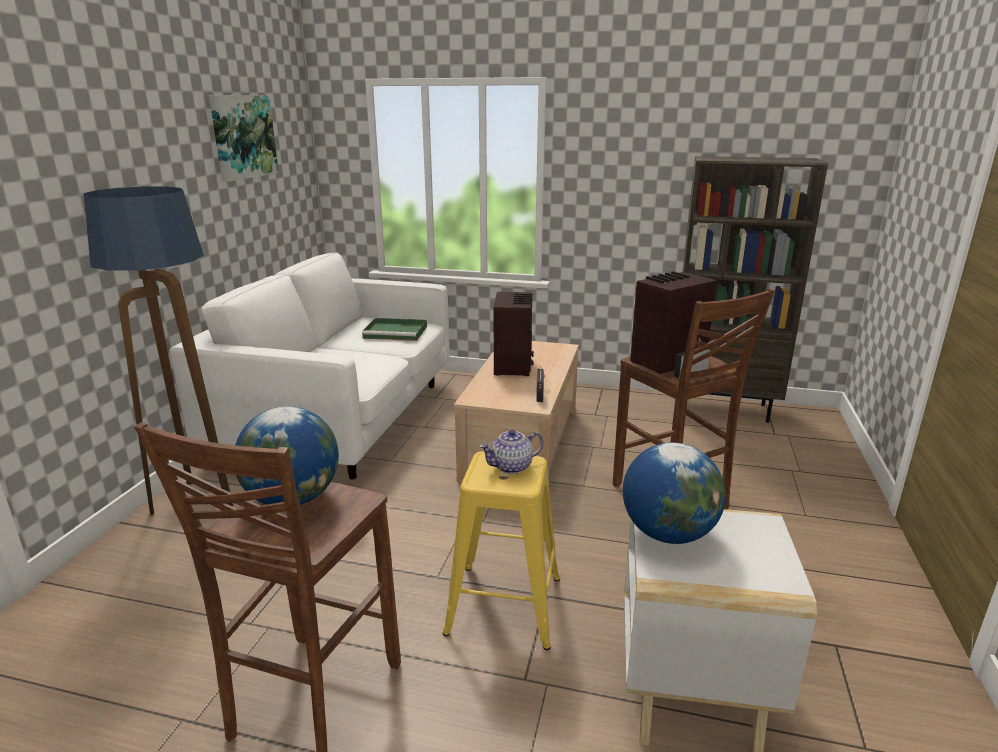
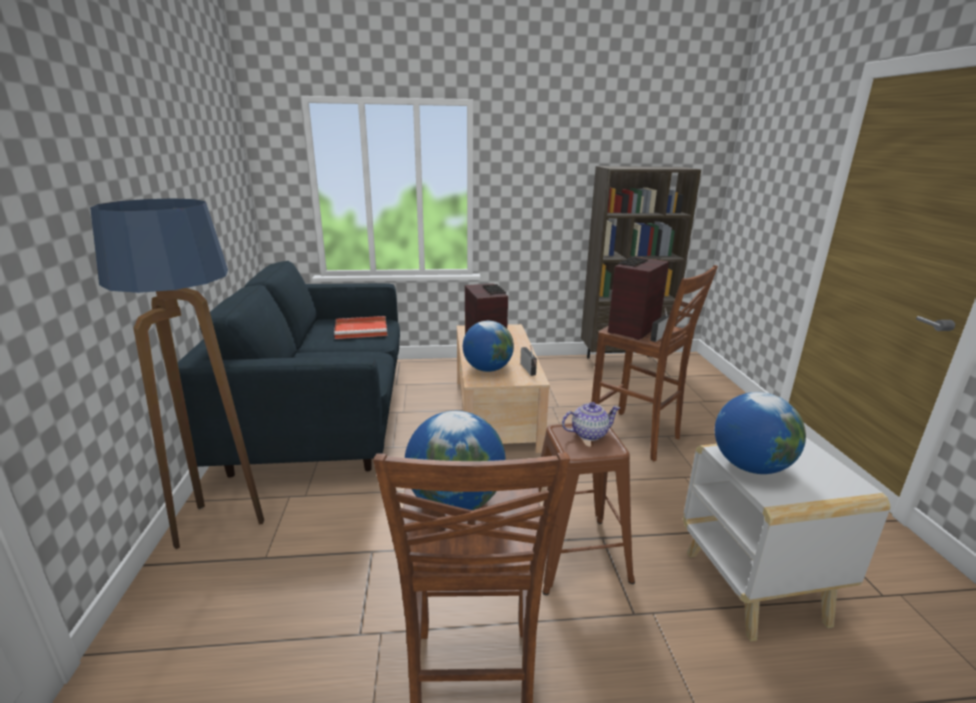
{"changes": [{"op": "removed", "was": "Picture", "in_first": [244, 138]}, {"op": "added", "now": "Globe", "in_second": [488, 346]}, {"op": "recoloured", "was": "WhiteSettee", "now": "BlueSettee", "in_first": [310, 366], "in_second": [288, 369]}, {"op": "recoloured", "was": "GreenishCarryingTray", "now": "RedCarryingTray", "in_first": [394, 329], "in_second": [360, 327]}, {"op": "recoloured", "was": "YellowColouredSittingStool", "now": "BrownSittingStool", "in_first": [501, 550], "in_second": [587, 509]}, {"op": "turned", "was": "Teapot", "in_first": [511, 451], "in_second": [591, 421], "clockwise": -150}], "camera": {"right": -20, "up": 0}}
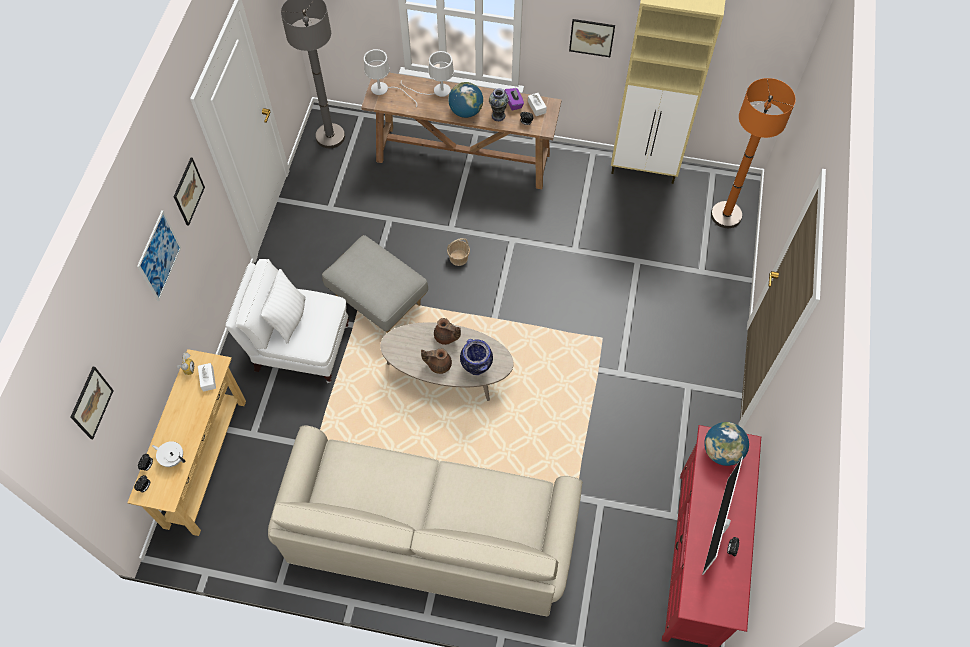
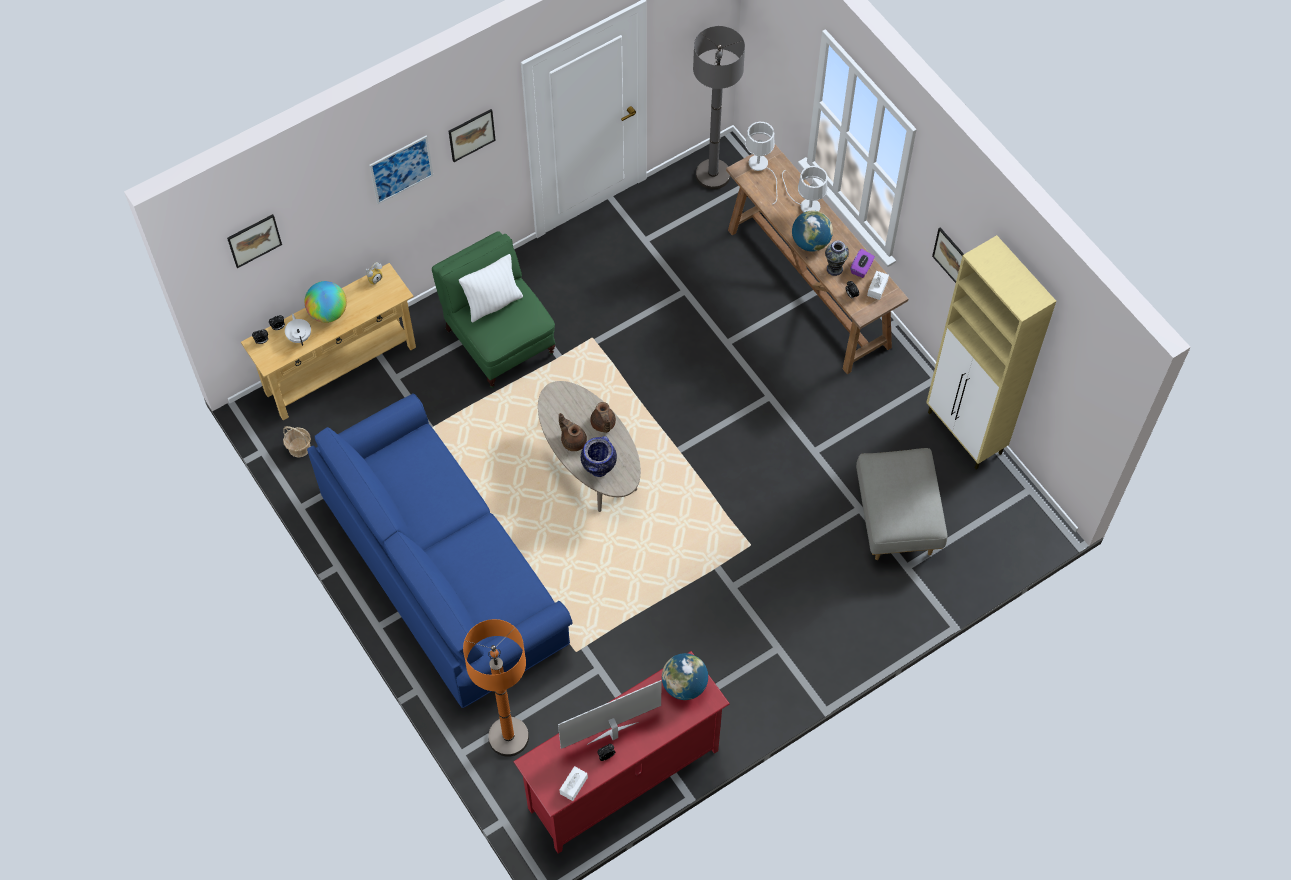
{"changes": [{"op": "added", "now": "Globe", "in_second": [326, 302]}, {"op": "moved", "was": "WhiteTissueBox", "in_first": [207, 377], "in_second": [574, 783]}, {"op": "moved", "was": "GreyOttoman", "in_first": [375, 284], "in_second": [901, 504]}, {"op": "moved", "was": "Basket", "in_first": [458, 252], "in_second": [297, 442]}, {"op": "moved", "was": "OrangeColouredStandardLamp", "in_first": [753, 153], "in_second": [496, 688]}, {"op": "recoloured", "was": "WhiteLoungeChair", "now": "GreenishLoungeChair", "in_first": [287, 321], "in_second": [494, 309]}, {"op": "recoloured", "was": "SandColouredSettee", "now": "BlueSettee", "in_first": [425, 520], "in_second": [440, 550]}], "camera": {"right": 45, "up": 0}}
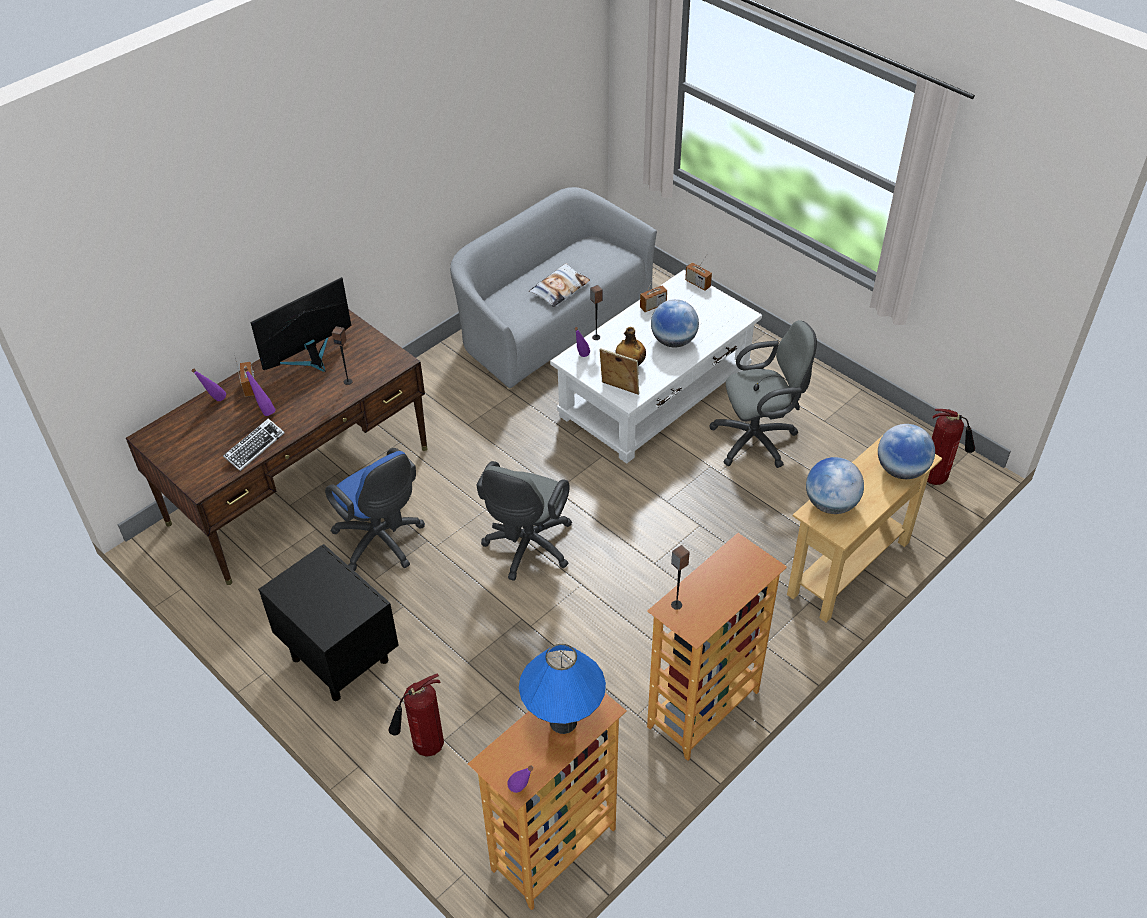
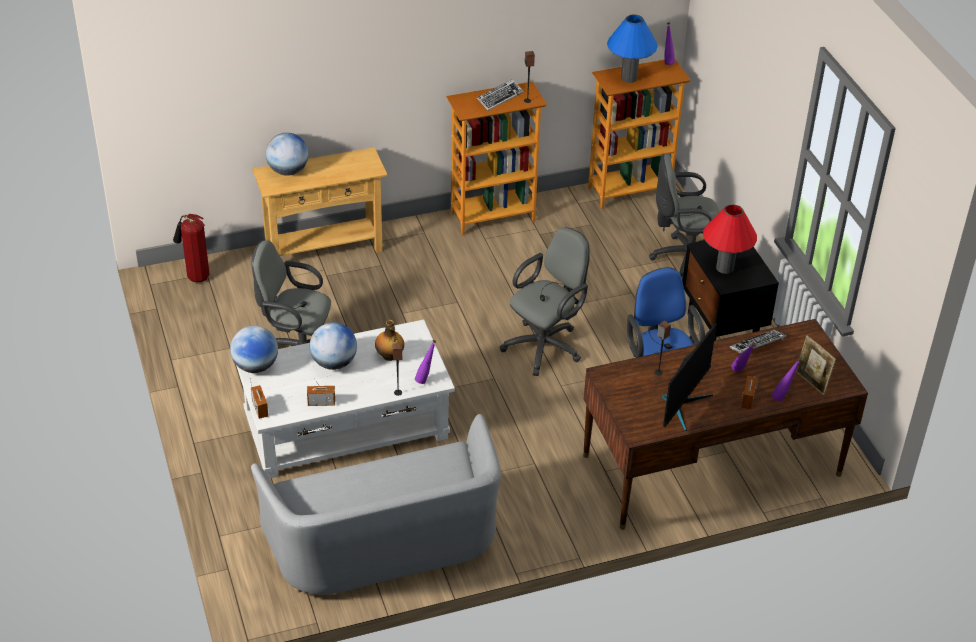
{"changes": [{"op": "removed", "was": "ThrowPillow", "in_first": [559, 285]}, {"op": "added", "now": "Keyboard", "in_second": [500, 95]}, {"op": "added", "now": "RedTabletopLamp", "in_second": [730, 239]}, {"op": "moved", "was": "PhotoFrame", "in_first": [619, 372], "in_second": [816, 365]}, {"op": "moved", "was": "Globe", "in_first": [835, 485], "in_second": [254, 349]}, {"op": "replaced", "was": "Extinguisher", "now": "GreyDeskChair", "in_first": [416, 715], "in_second": [684, 217]}, {"op": "turned", "was": "ComputerScreen", "in_first": [300, 324], "in_second": [689, 377], "clockwise": -45}], "camera": {"right": -155, "up": -5}}
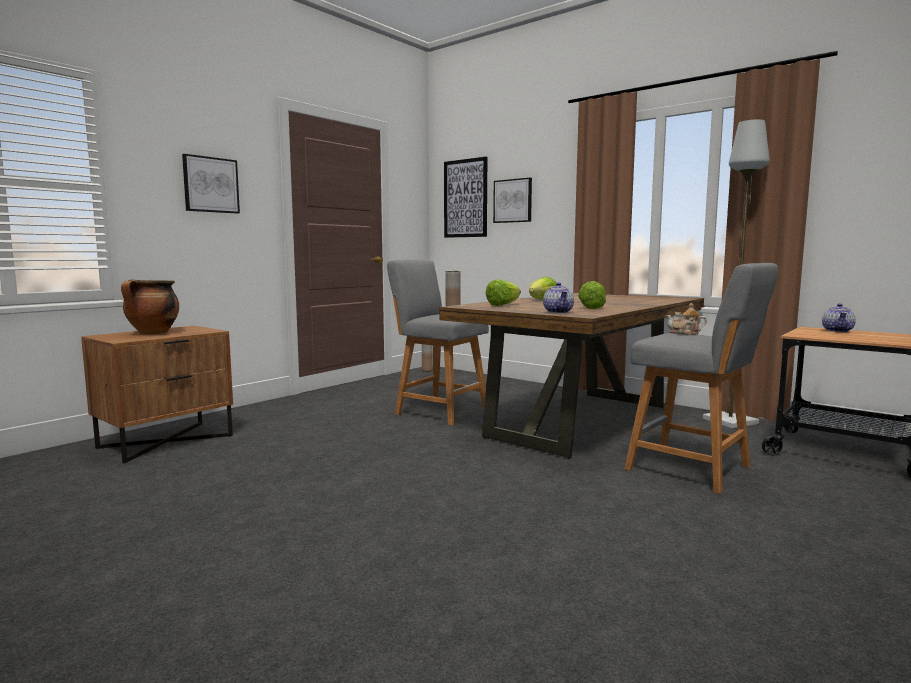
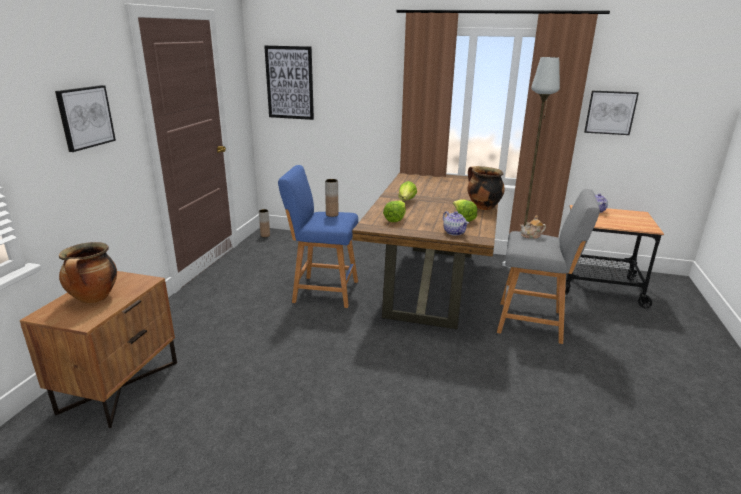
{"changes": [{"op": "added", "now": "Stockpot", "in_second": [486, 188]}, {"op": "moved", "was": "Picture", "in_first": [512, 200], "in_second": [611, 113]}, {"op": "recoloured", "was": "GreySittingStool", "now": "BlueSittingStool", "in_first": [438, 342], "in_second": [318, 236]}], "camera": {"right": -25, "up": 15}}
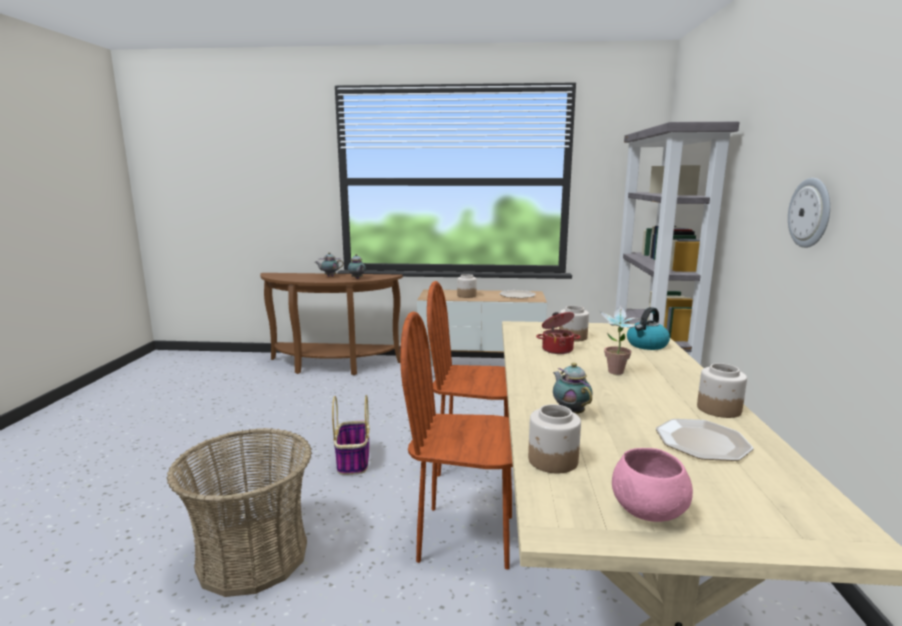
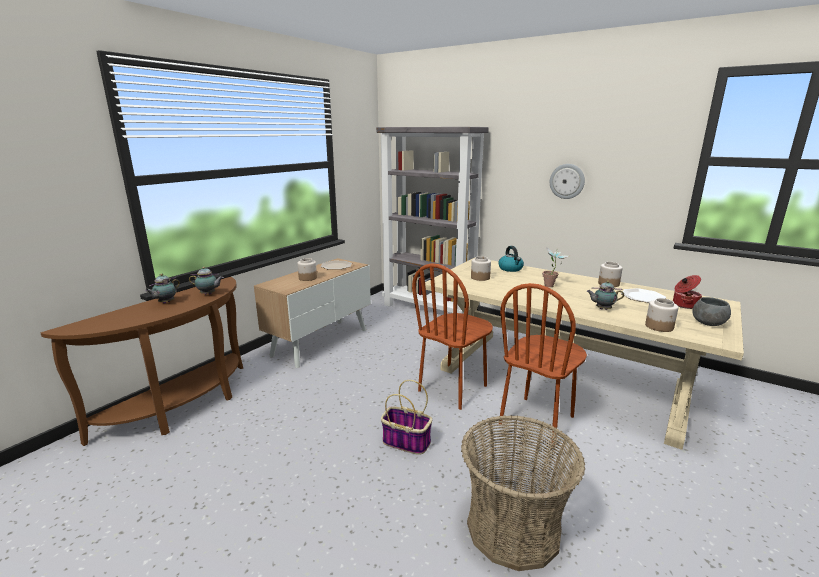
{"changes": [{"op": "moved", "was": "Stockpot", "in_first": [558, 333], "in_second": [687, 292]}, {"op": "recoloured", "was": "PinkishBowl", "now": "GreyBowl", "in_first": [652, 485], "in_second": [711, 311]}], "camera": {"right": -60, "up": 5}}
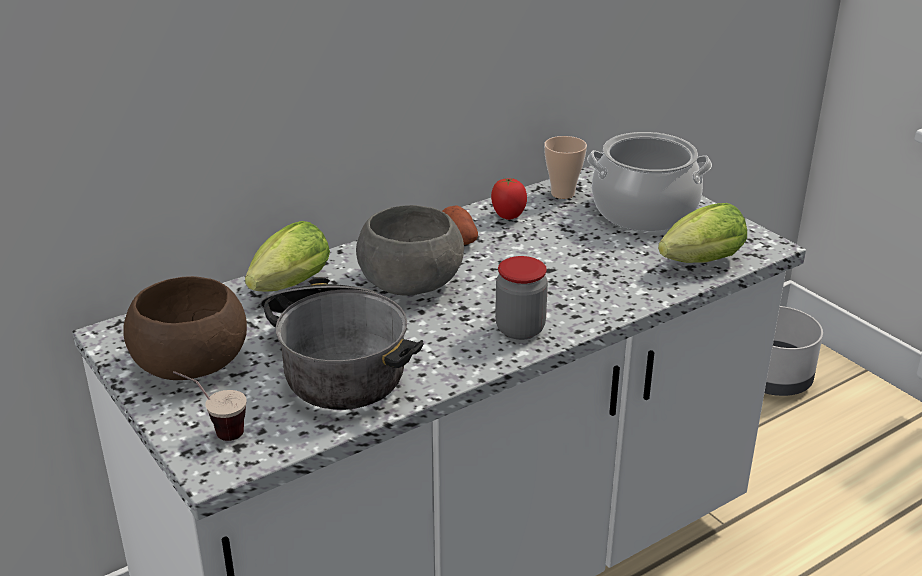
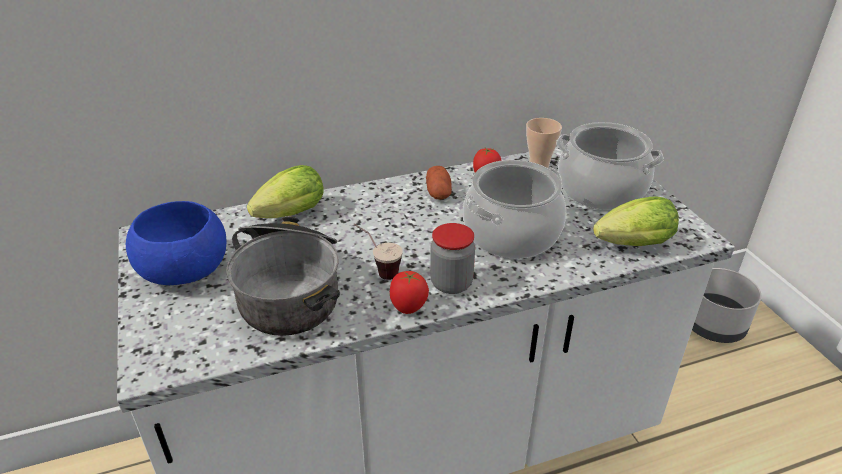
{"changes": [{"op": "removed", "was": "GreyBowl", "in_first": [410, 250]}, {"op": "added", "now": "FreshTomato", "in_second": [409, 292]}, {"op": "added", "now": "Stockpot", "in_second": [514, 209]}, {"op": "moved", "was": "Cup", "in_first": [210, 406], "in_second": [378, 251]}, {"op": "recoloured", "was": "BrownBowl", "now": "BlueBowl", "in_first": [185, 328], "in_second": [176, 243]}], "camera": {"right": 15, "up": 5}}
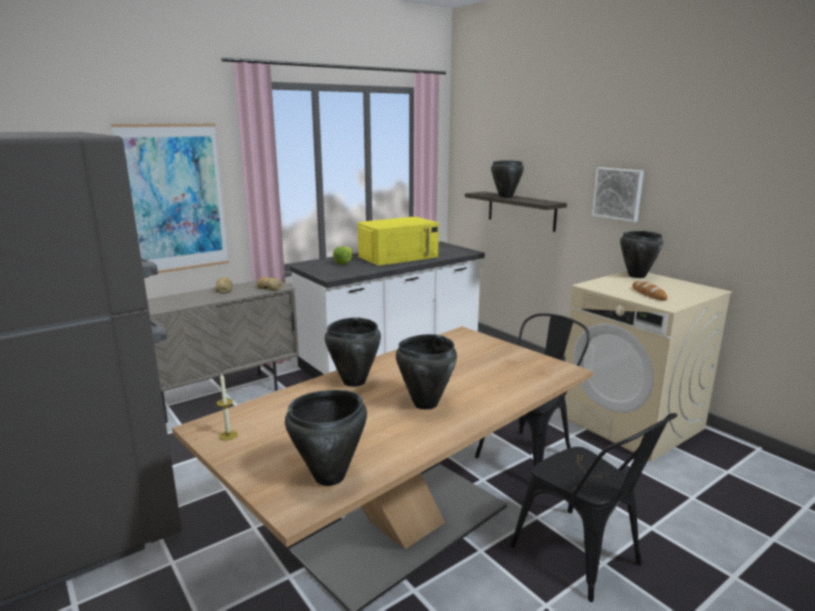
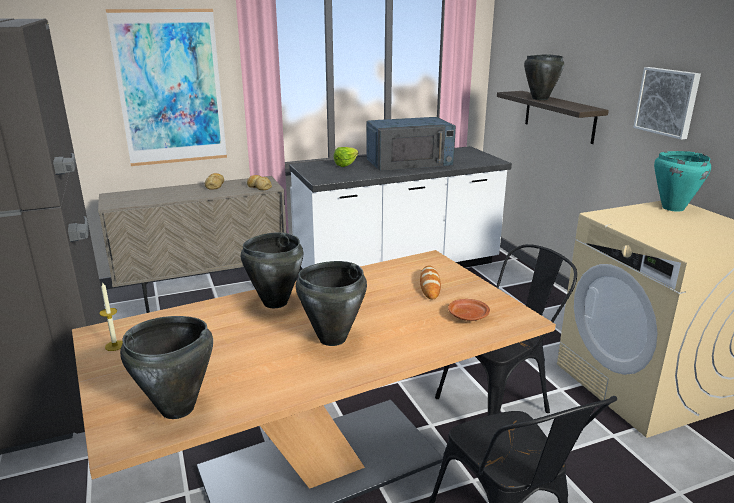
{"changes": [{"op": "added", "now": "BrownDinnerPlate", "in_second": [469, 310]}, {"op": "moved", "was": "Bread", "in_first": [649, 291], "in_second": [430, 282]}, {"op": "recoloured", "was": "YellowColouredMicrowave", "now": "BlueMicrowave", "in_first": [398, 241], "in_second": [411, 144]}, {"op": "recoloured", "was": "BlackStockpot", "now": "TurquoiseColouredStockpot", "in_first": [641, 254], "in_second": [682, 181]}], "camera": {"right": 15, "up": 5}}
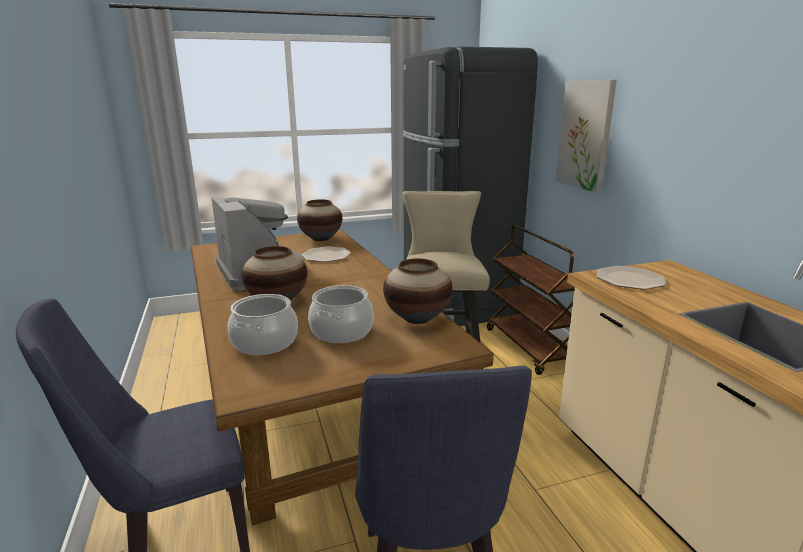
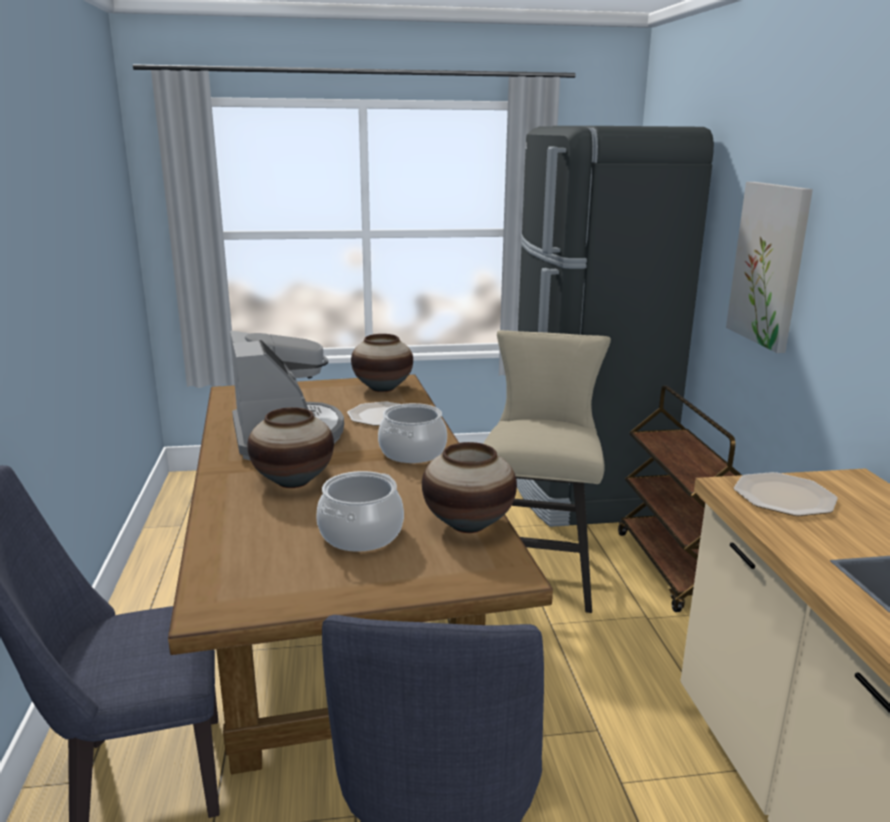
{"changes": [{"op": "moved", "was": "Stockpot", "in_first": [263, 324], "in_second": [412, 433]}], "camera": {"right": 10, "up": 0}}
